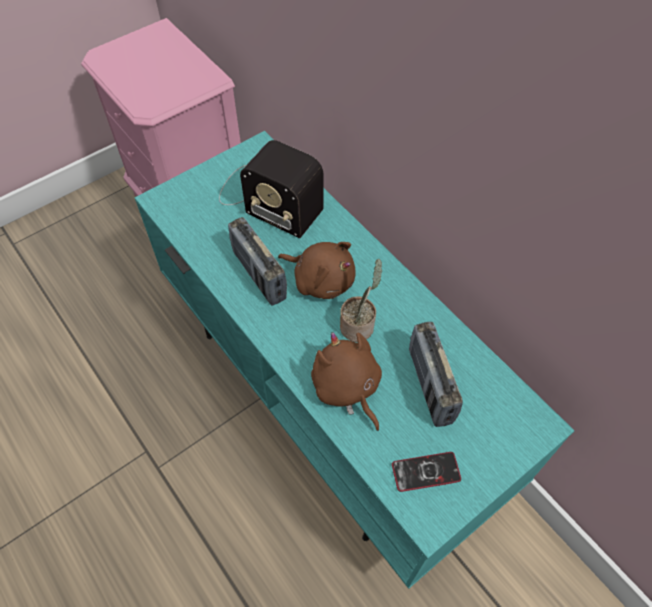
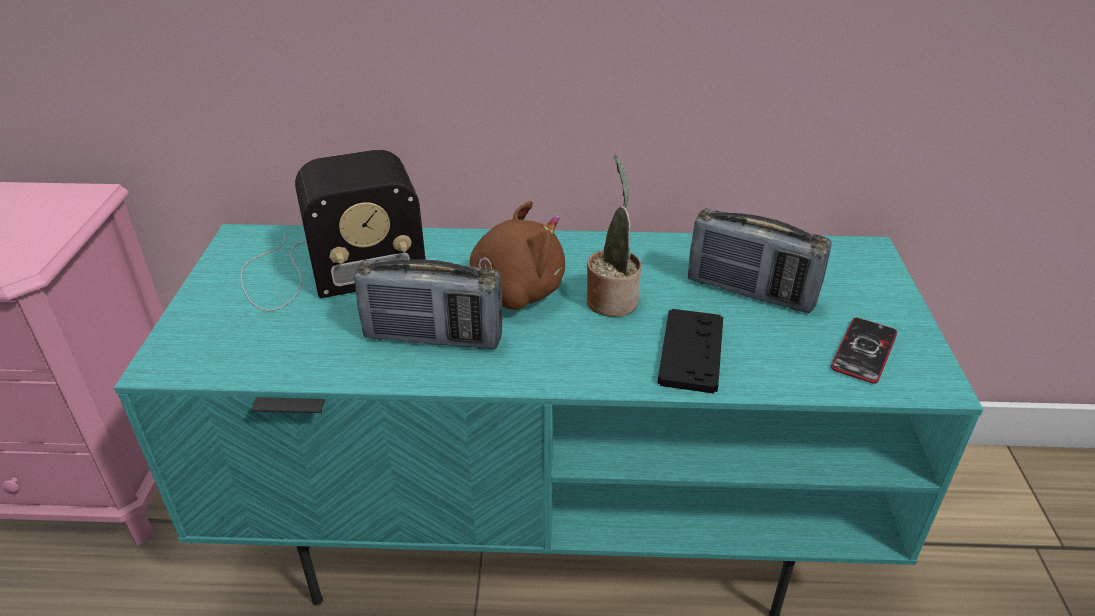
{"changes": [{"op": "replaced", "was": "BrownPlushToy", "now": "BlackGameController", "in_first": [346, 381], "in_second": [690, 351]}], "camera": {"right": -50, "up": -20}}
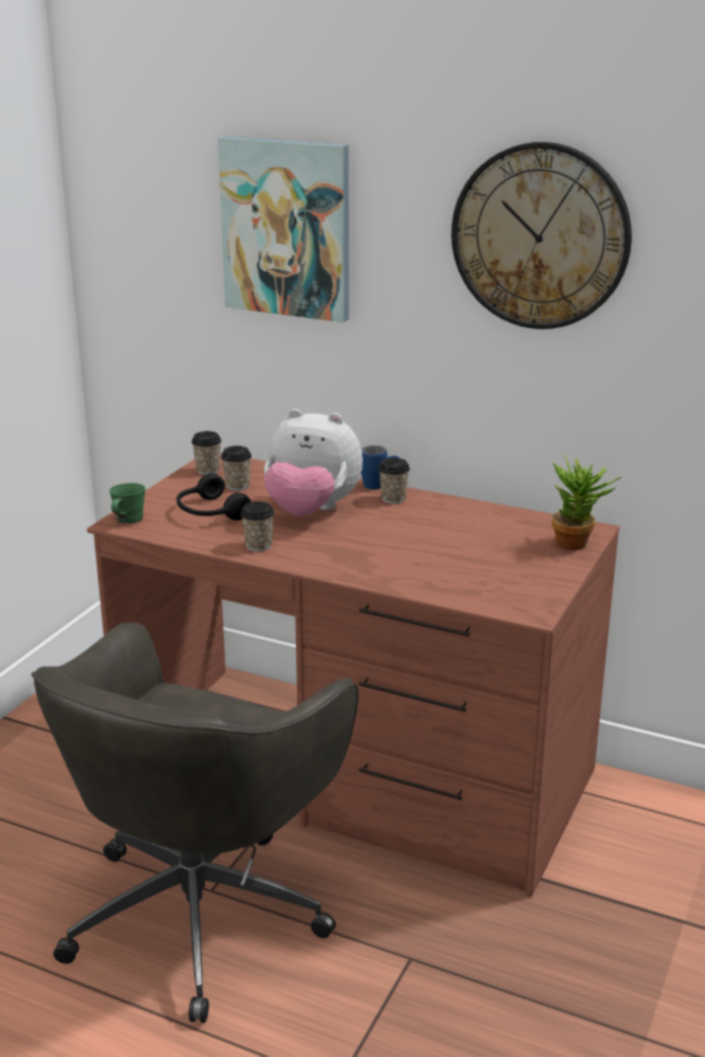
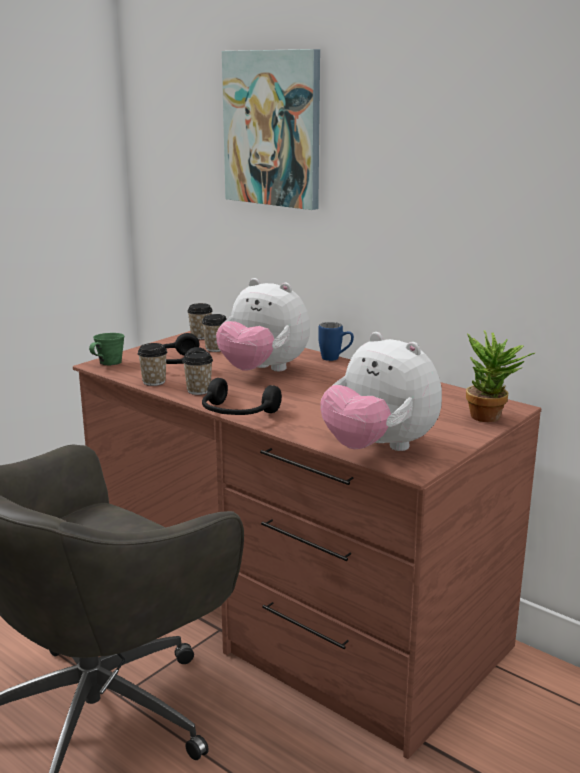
{"changes": [{"op": "removed", "was": "HangingClock", "in_first": [541, 235]}, {"op": "added", "now": "BlackHeadphones", "in_second": [242, 396]}, {"op": "added", "now": "PlushToy", "in_second": [381, 391]}, {"op": "moved", "was": "Cup", "in_first": [394, 481], "in_second": [152, 364]}], "camera": {"right": 15, "up": -5}}
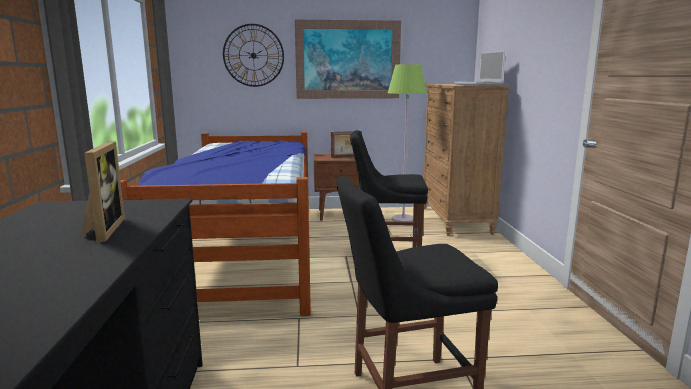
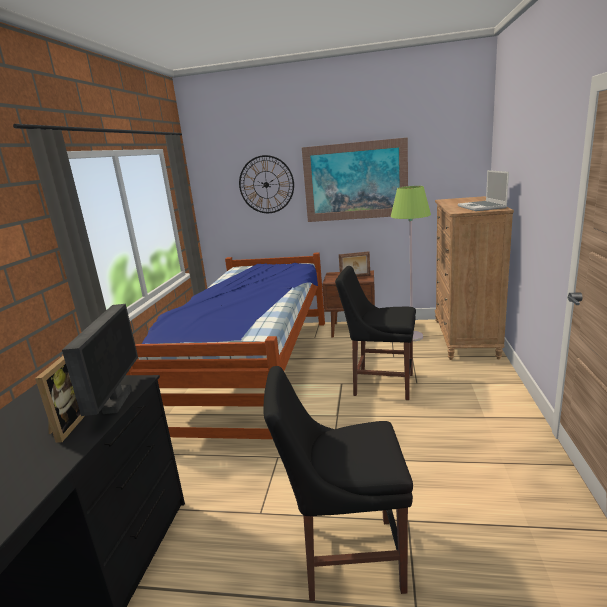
{"changes": [{"op": "added", "now": "ComputerScreen", "in_second": [100, 360]}], "camera": {"right": 15, "up": 5}}
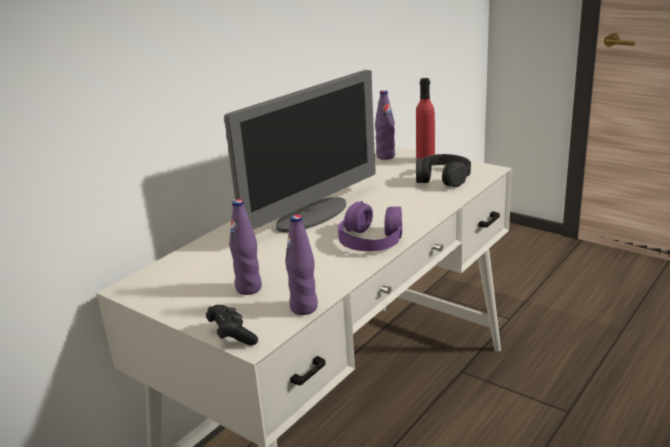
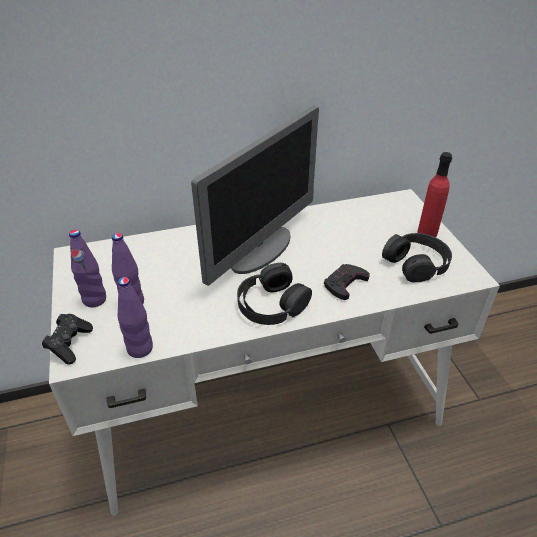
{"changes": [{"op": "added", "now": "BlackGameController", "in_second": [347, 282]}, {"op": "moved", "was": "PurpleColouredBeverageBottle", "in_first": [385, 125], "in_second": [87, 269]}, {"op": "recoloured", "was": "PurpleColouredHeadphones", "now": "BlackHeadphones", "in_first": [370, 226], "in_second": [274, 294]}, {"op": "turned", "was": "ComputerScreen", "in_first": [300, 151], "in_second": [255, 196], "clockwise": -45}], "camera": {"right": 35, "up": 15}}
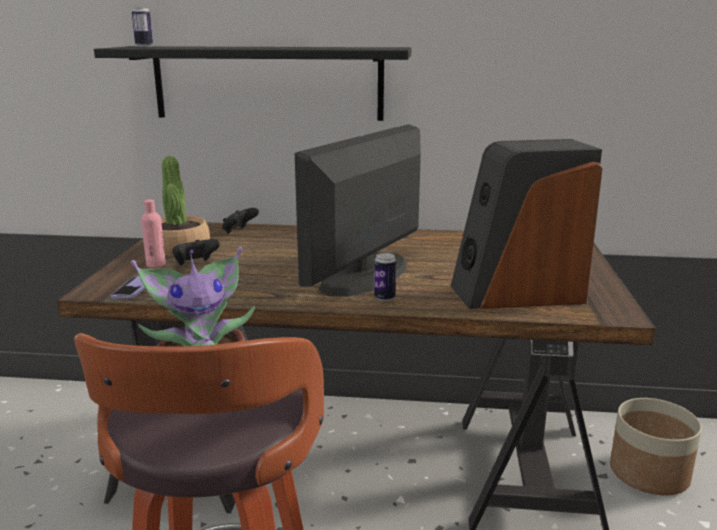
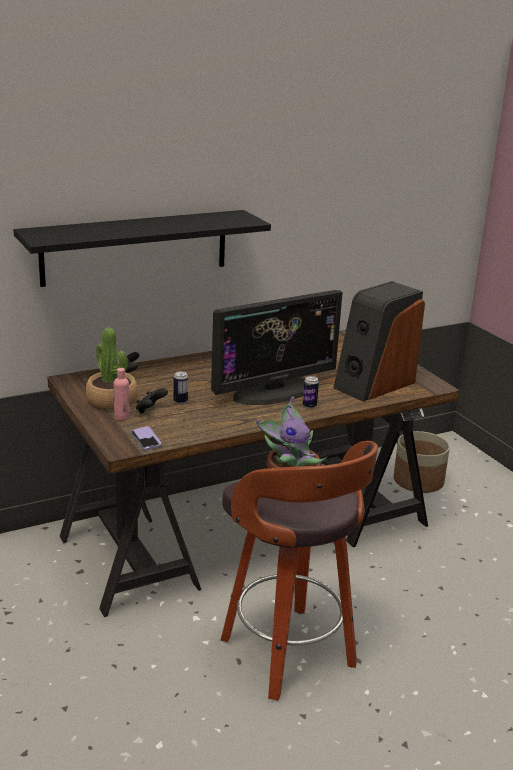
{"changes": [{"op": "moved", "was": "SealedCan", "in_first": [142, 27], "in_second": [180, 387]}, {"op": "turned", "was": "ComputerScreen", "in_first": [358, 210], "in_second": [277, 347], "clockwise": -120}], "camera": {"right": -35, "up": 5}}
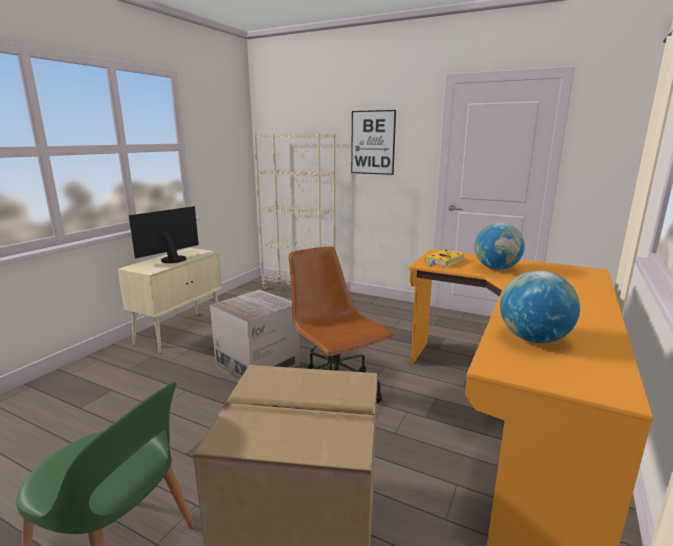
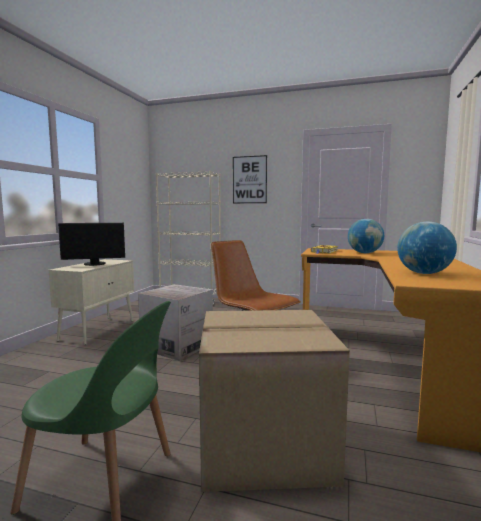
{"changes": [{"op": "turned", "was": "ComputerScreen", "in_first": [164, 234], "in_second": [91, 244], "clockwise": -135}], "camera": {"right": -10, "up": -10}}
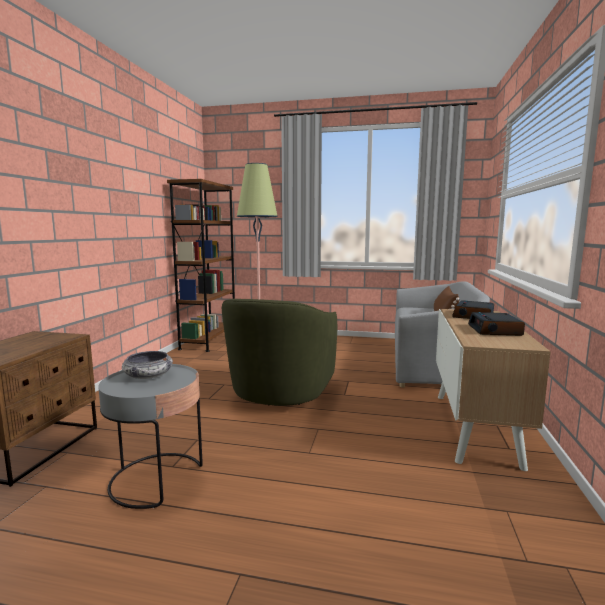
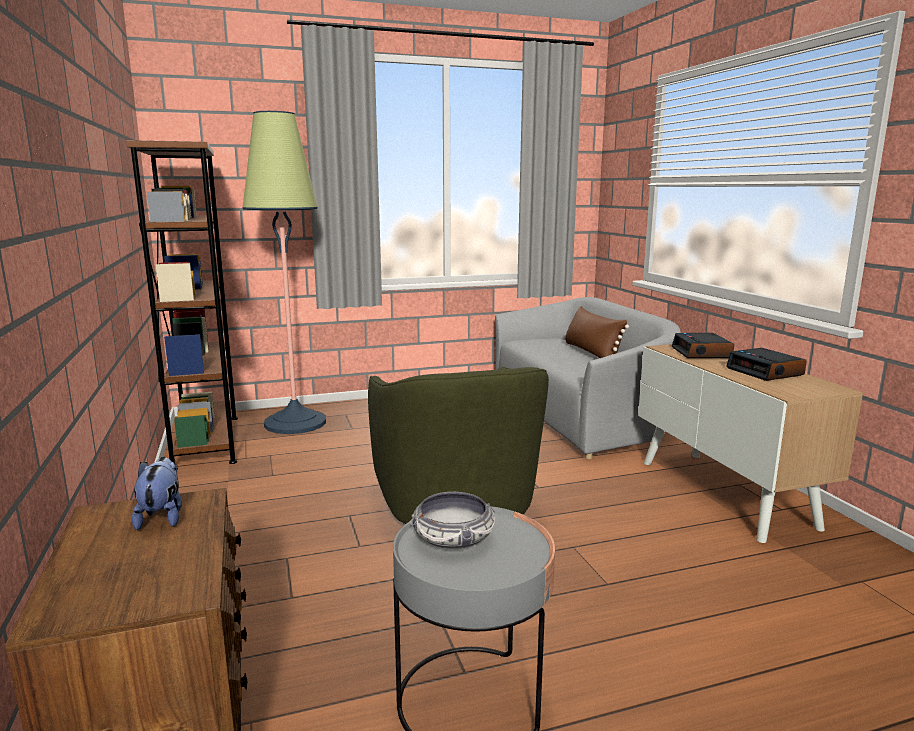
{"changes": [{"op": "added", "now": "PlushToy", "in_second": [157, 493]}], "camera": {"right": -30, "up": 5}}
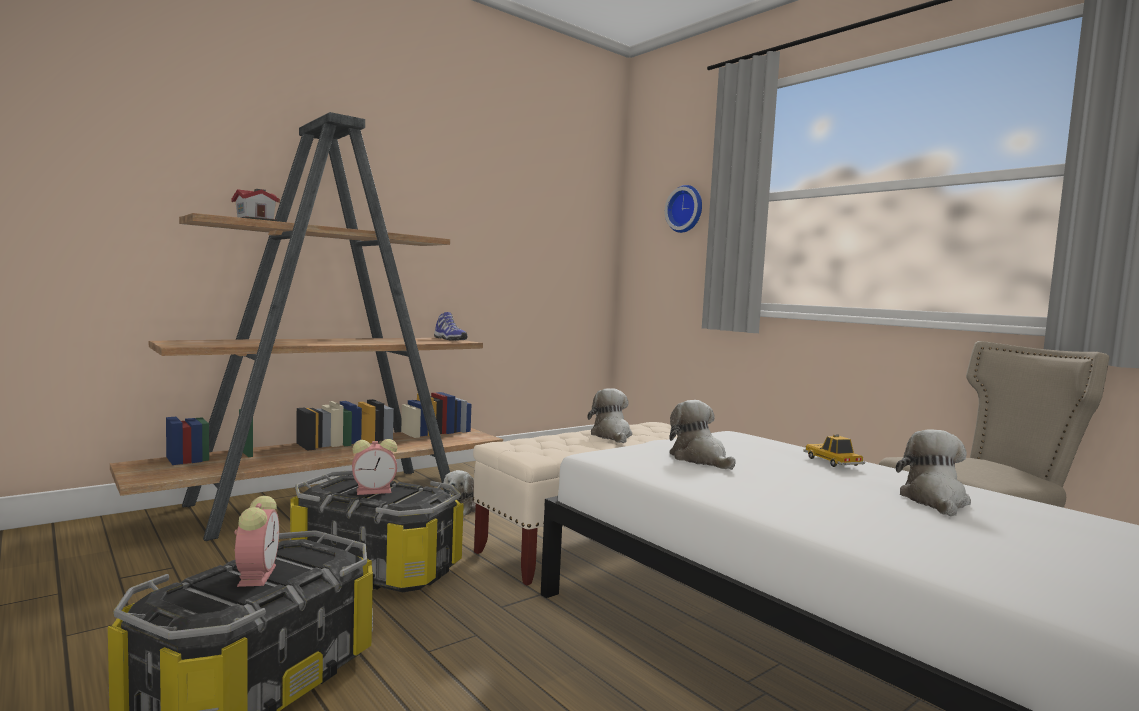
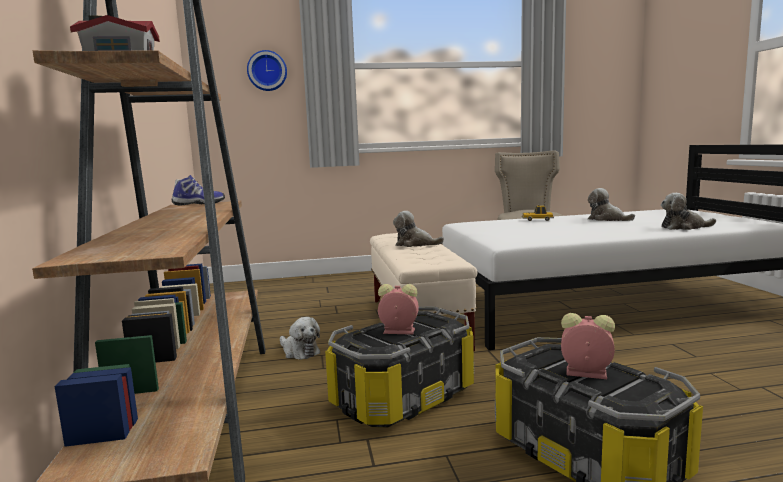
{"changes": [{"op": "moved", "was": "PlushToy", "in_first": [702, 435], "in_second": [688, 211]}, {"op": "turned", "was": "AlarmClock", "in_first": [374, 467], "in_second": [398, 309], "clockwise": -90}], "camera": {"right": -60, "up": 5}}
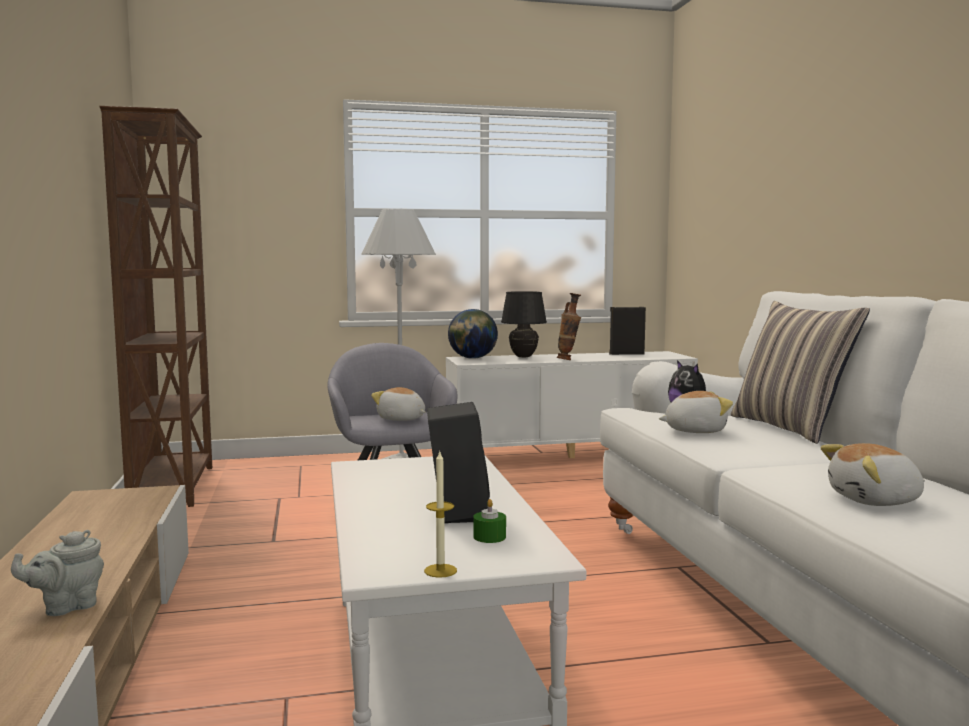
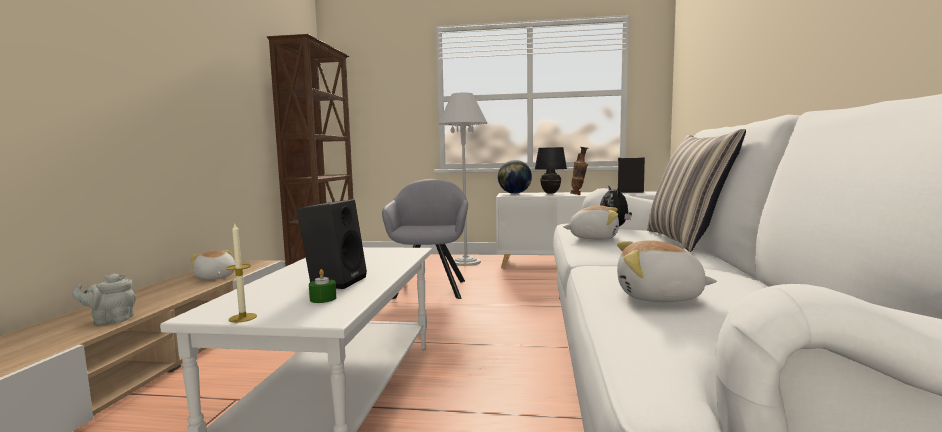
{"changes": [{"op": "moved", "was": "PlushToy", "in_first": [398, 404], "in_second": [212, 265]}], "camera": {"right": 20, "up": 0}}
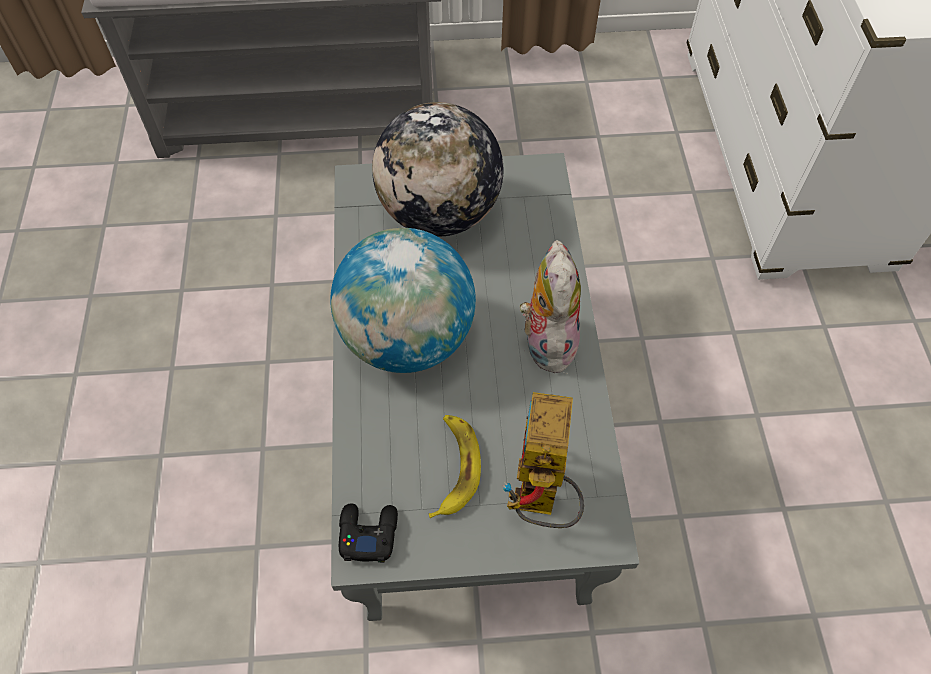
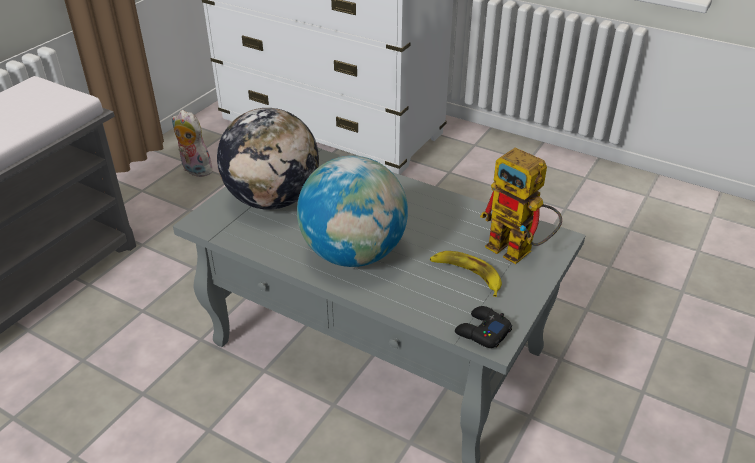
{"changes": [{"op": "moved", "was": "PlushToy", "in_first": [550, 308], "in_second": [192, 143]}], "camera": {"right": -55, "up": -20}}
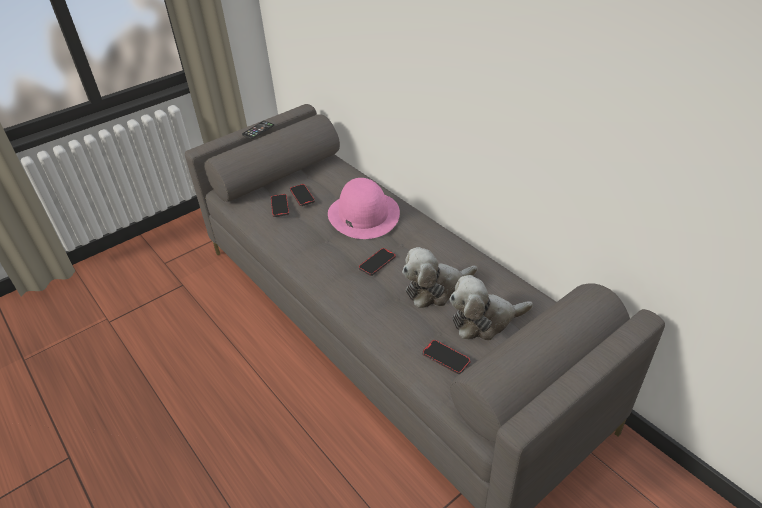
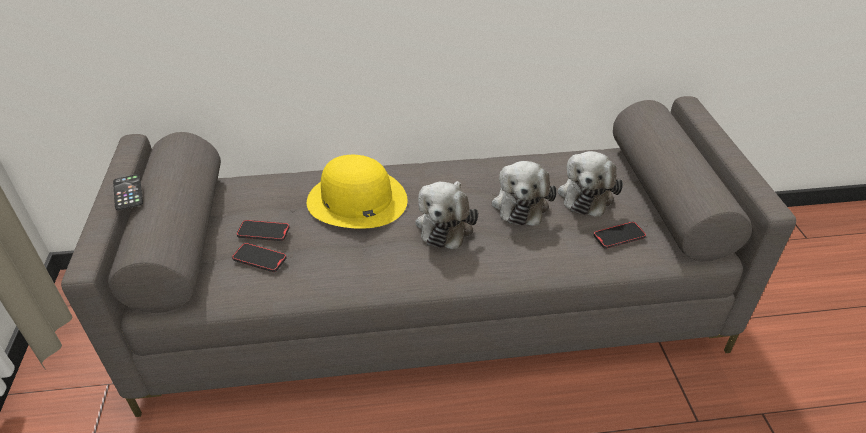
{"changes": [{"op": "replaced", "was": "Phone", "now": "PlushToy", "in_first": [377, 262], "in_second": [446, 215]}, {"op": "recoloured", "was": "PinkishHat", "now": "YellowColouredHat", "in_first": [364, 208], "in_second": [357, 192]}], "camera": {"right": -60, "up": 0}}
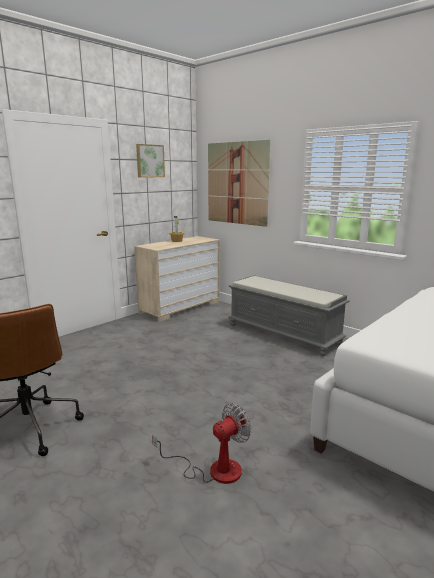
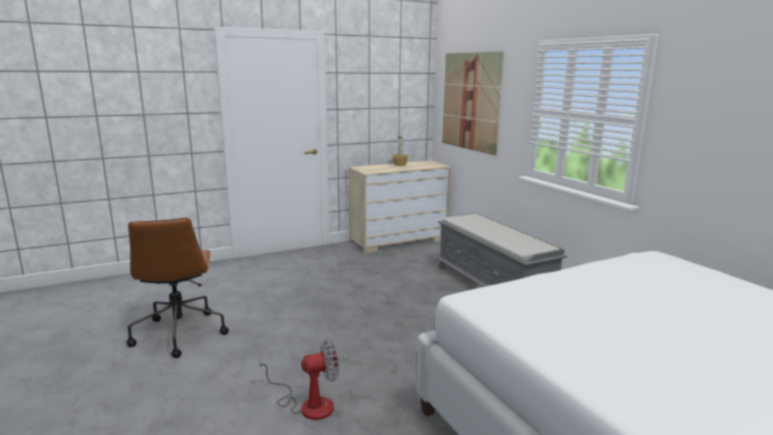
{"changes": [{"op": "removed", "was": "Picture", "in_first": [150, 161]}], "camera": {"right": 20, "up": 0}}
